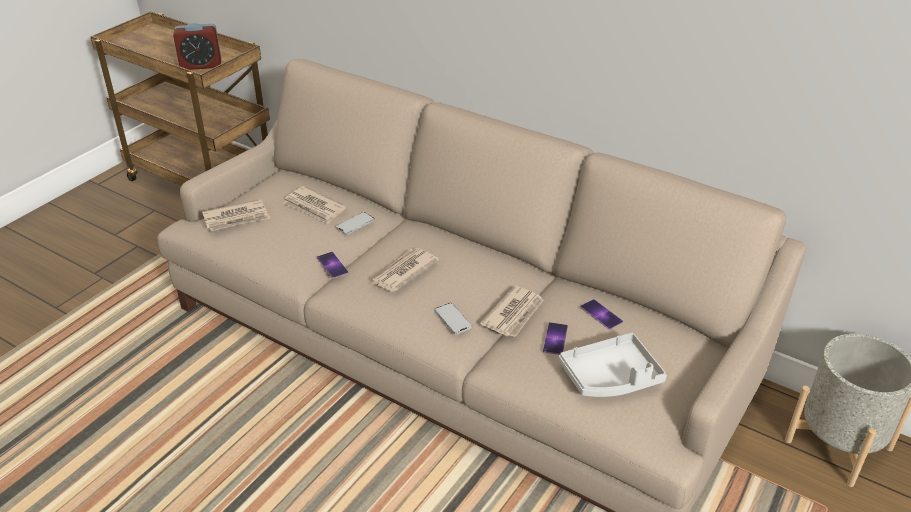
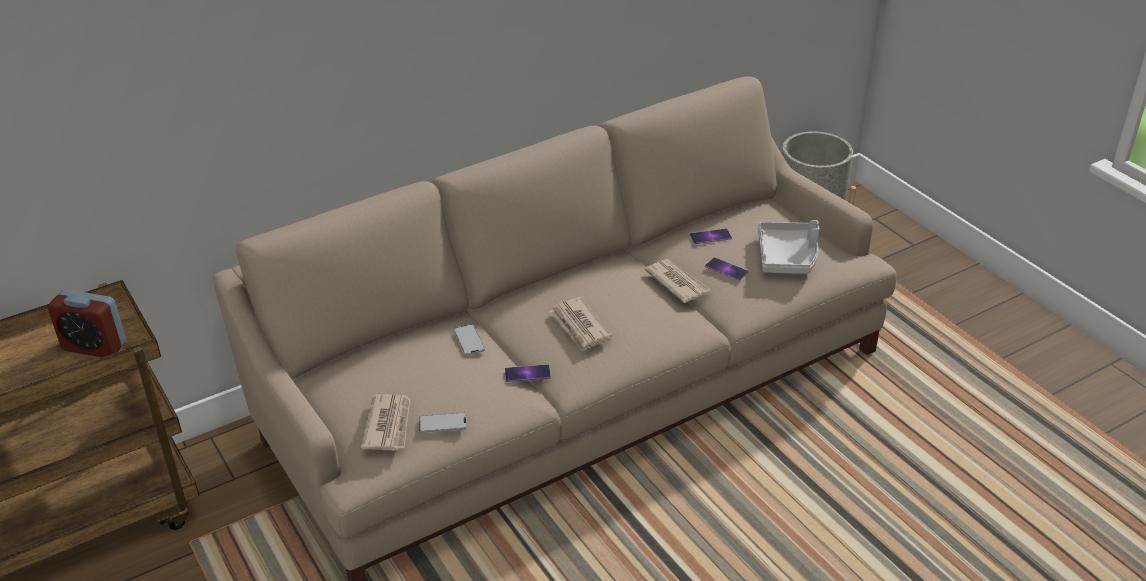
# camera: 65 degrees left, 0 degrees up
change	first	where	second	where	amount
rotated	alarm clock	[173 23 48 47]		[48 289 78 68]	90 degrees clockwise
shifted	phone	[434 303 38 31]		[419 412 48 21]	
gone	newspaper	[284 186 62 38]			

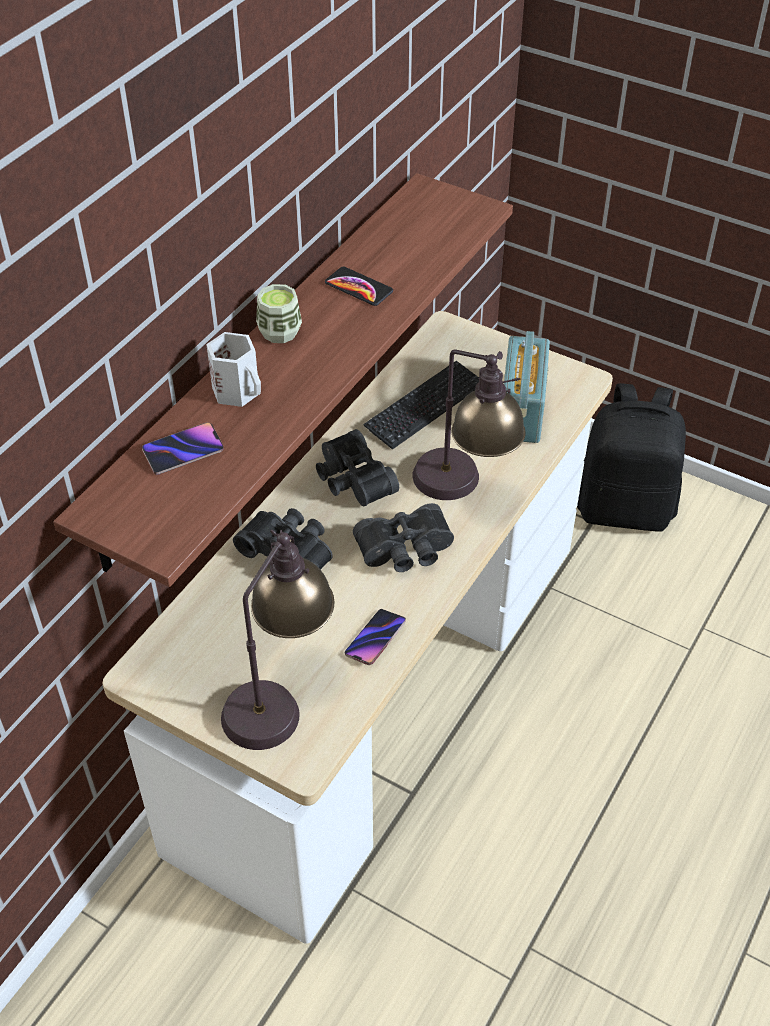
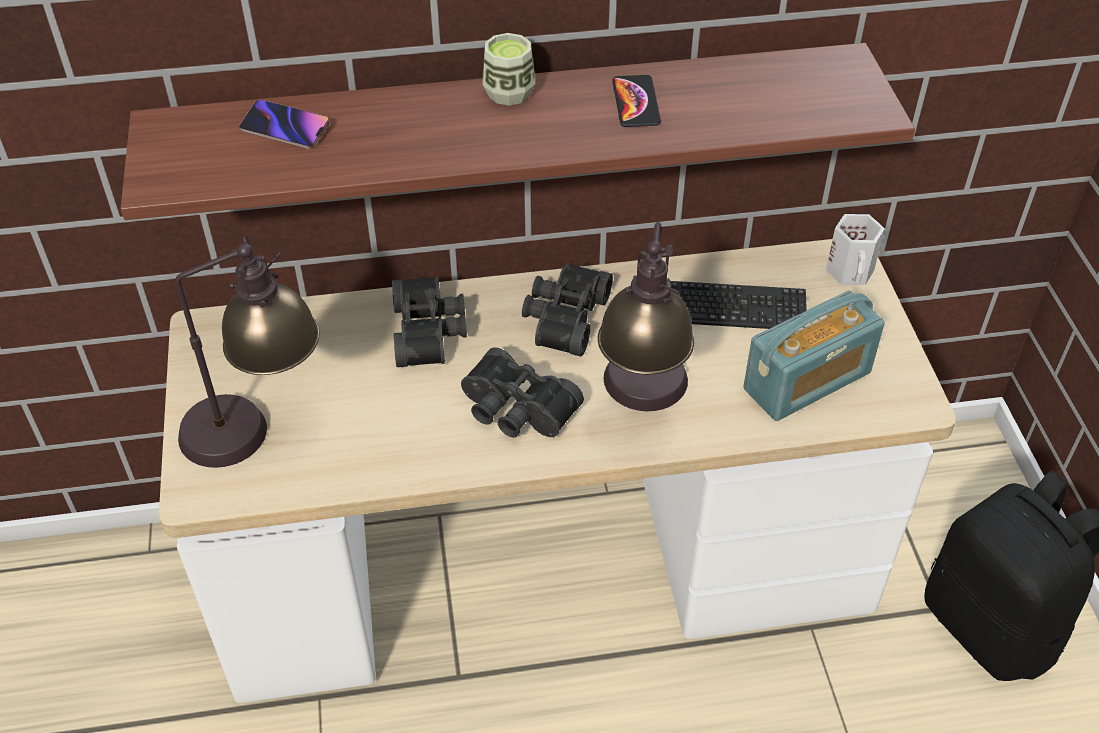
# camera: 50 degrees right, 0 degrees up
change	first	where	second	where	amount
shifted	white mug	[206 332 55 75]		[826 214 59 71]	
gone	phone	[345 609 61 56]			

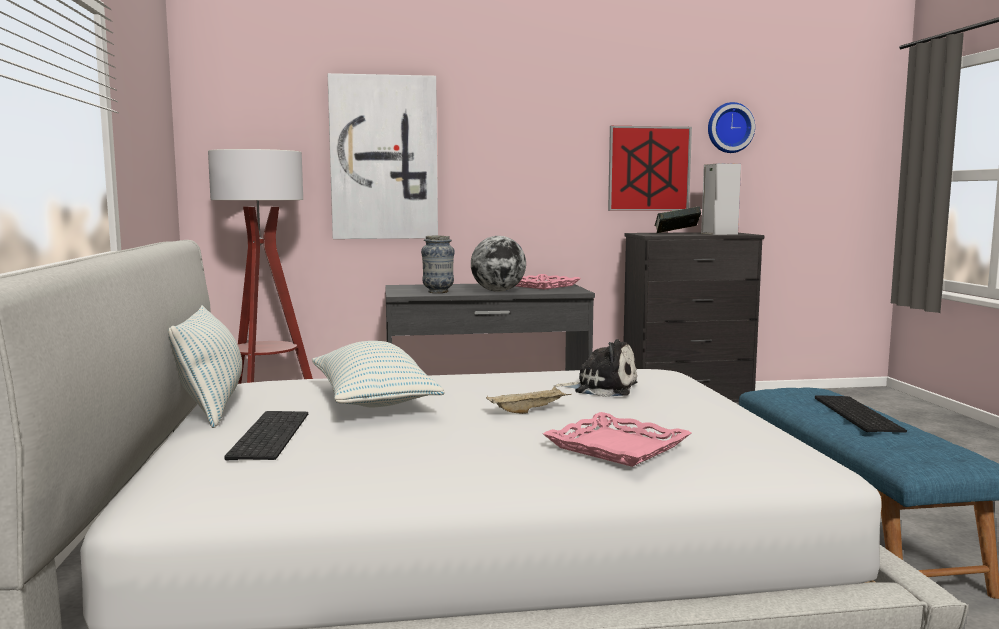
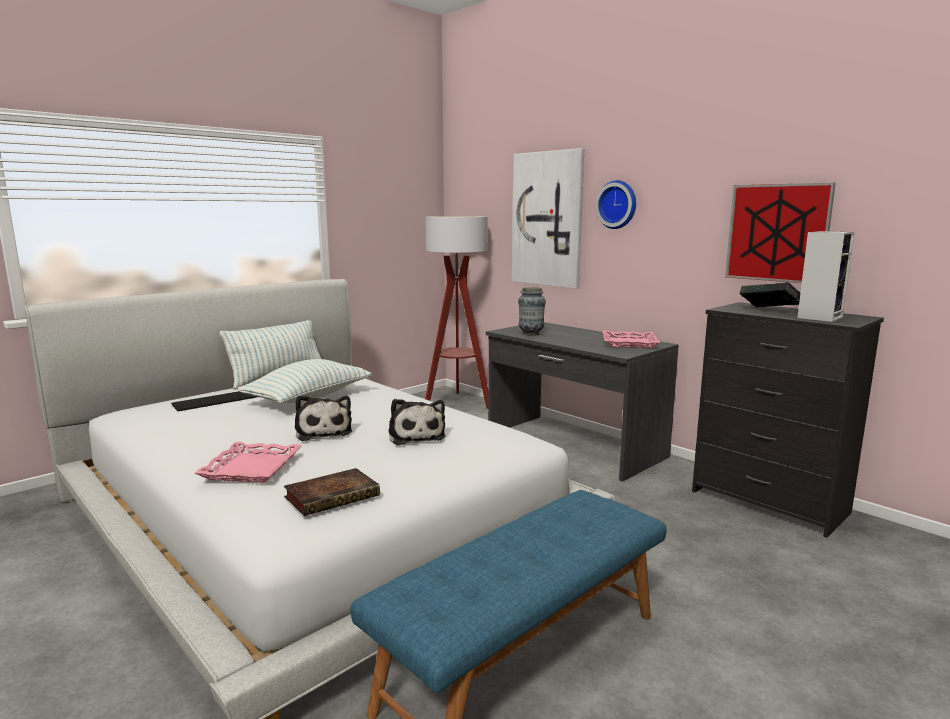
# camera: 55 degrees right, 5 degrees up
change	first	where	second	where	amount
new			book	[284 468 96 48]	
swapped	beige tray	[486 386 85 28]	plush toy	[295 395 57 46]	
shifted	wall clock	[708 102 47 51]		[595 180 41 49]	
gone	globe	[471 236 55 56]			
gone	keyboard	[815 395 92 38]			

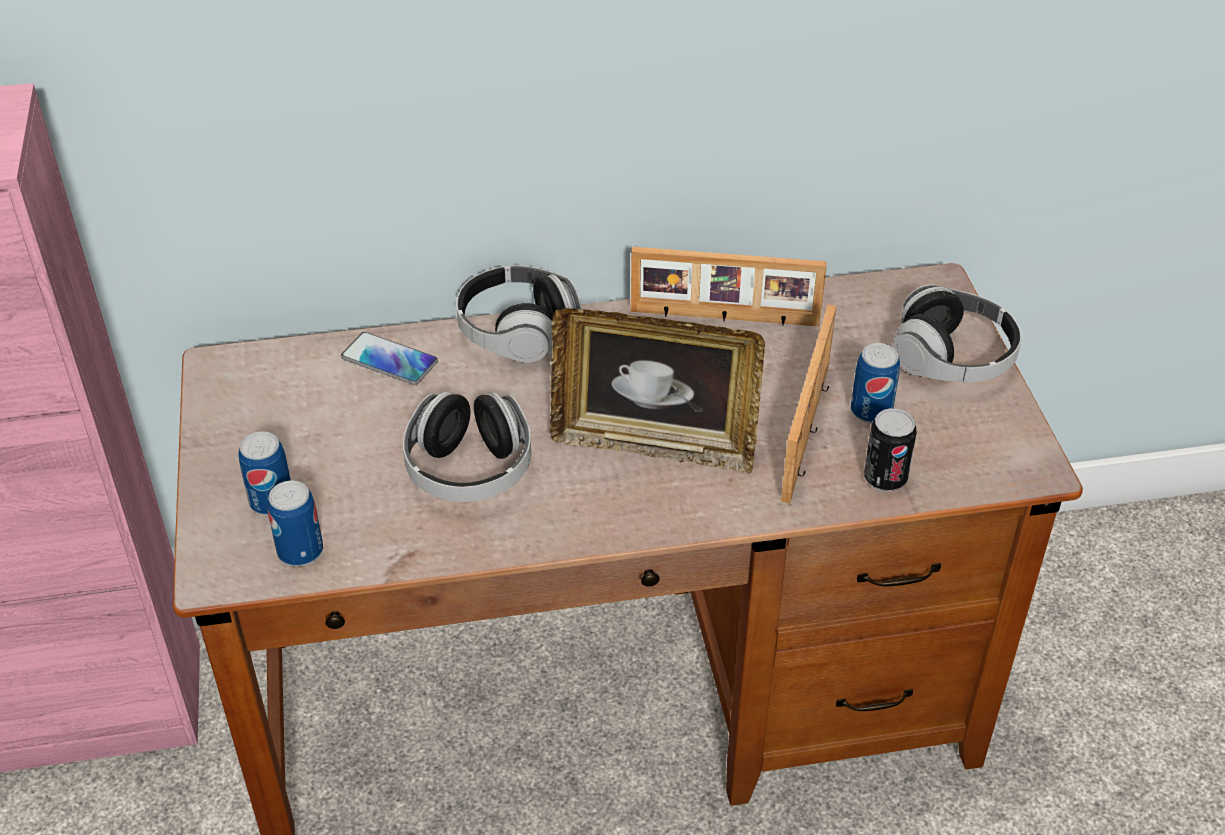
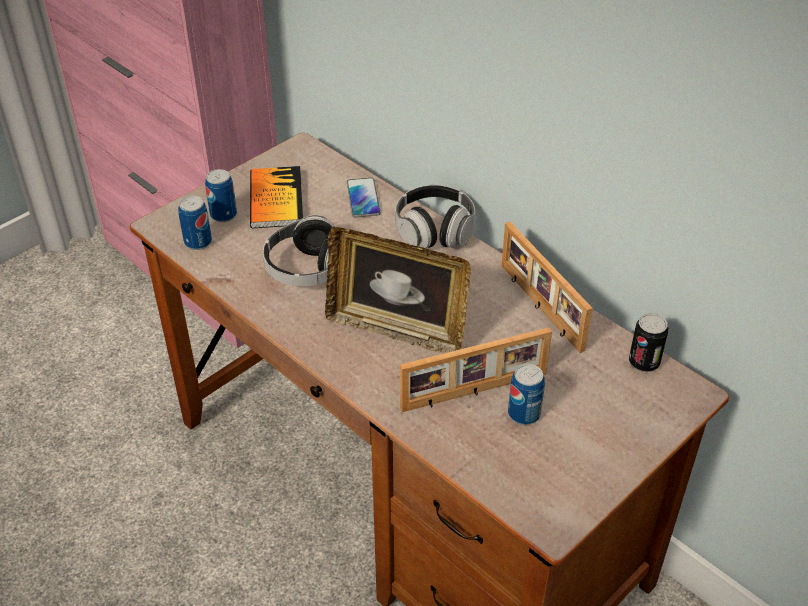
# camera: 55 degrees right, 0 degrees up
change	first	where	second	where	amount
new			book	[250 166 53 62]	
rotated	picture frame	[550 308 215 166]		[325 227 146 127]	45 degrees counterclockwise
shifted	can	[864 408 53 84]		[629 313 39 59]	
gone	headphones	[893 284 129 98]			

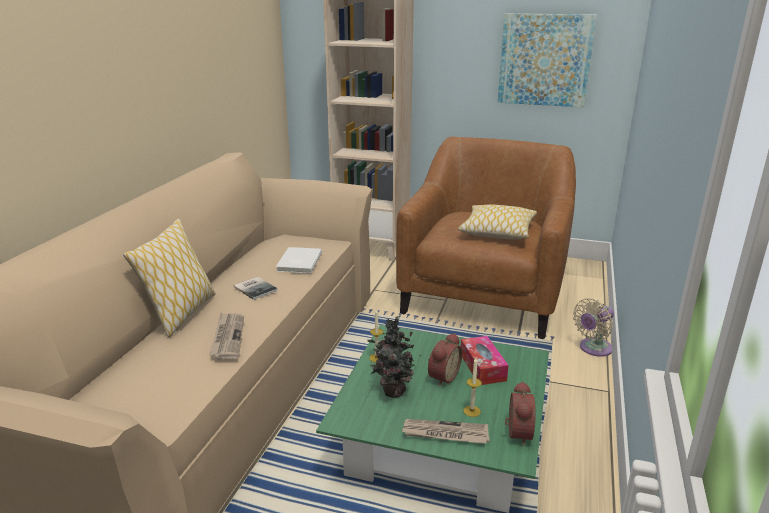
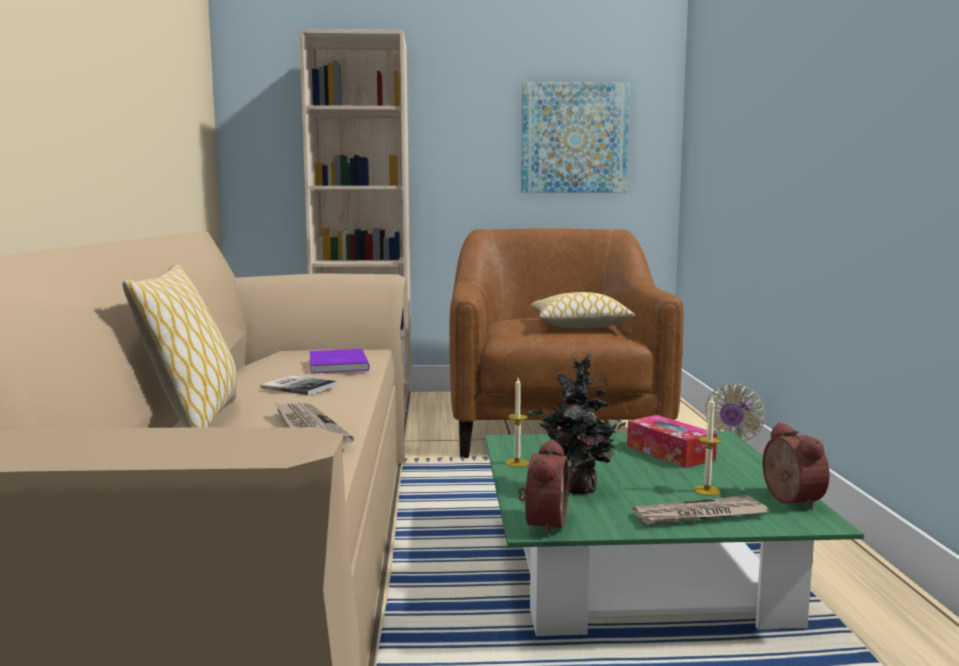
# camera: 20 degrees left, 15 degrees down
change	first	where	second	where	amount
repainted	white book	[276 247 46 26]	purple book	[310 349 60 25]	
shifted	alarm clock	[428 333 34 53]		[518 439 51 97]	

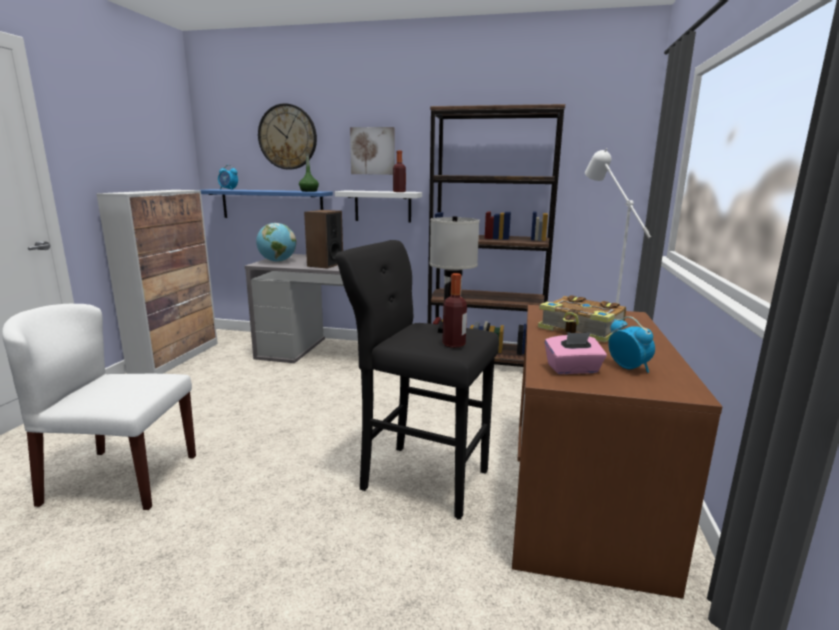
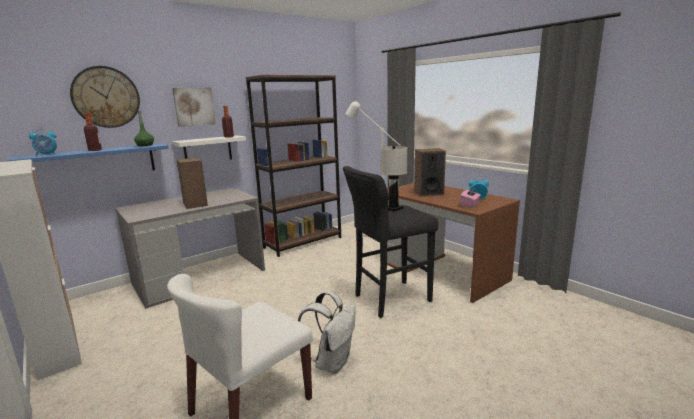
# camera: 50 degrees left, 0 degrees up
change	first	where	second	where	amount
shifted	bottle	[442 273 25 75]		[84 113 18 38]	
new			white backpack	[298 291 58 83]	
swapped	book	[538 295 88 47]	speaker	[414 148 32 48]	
gone	globe	[256 223 40 39]			

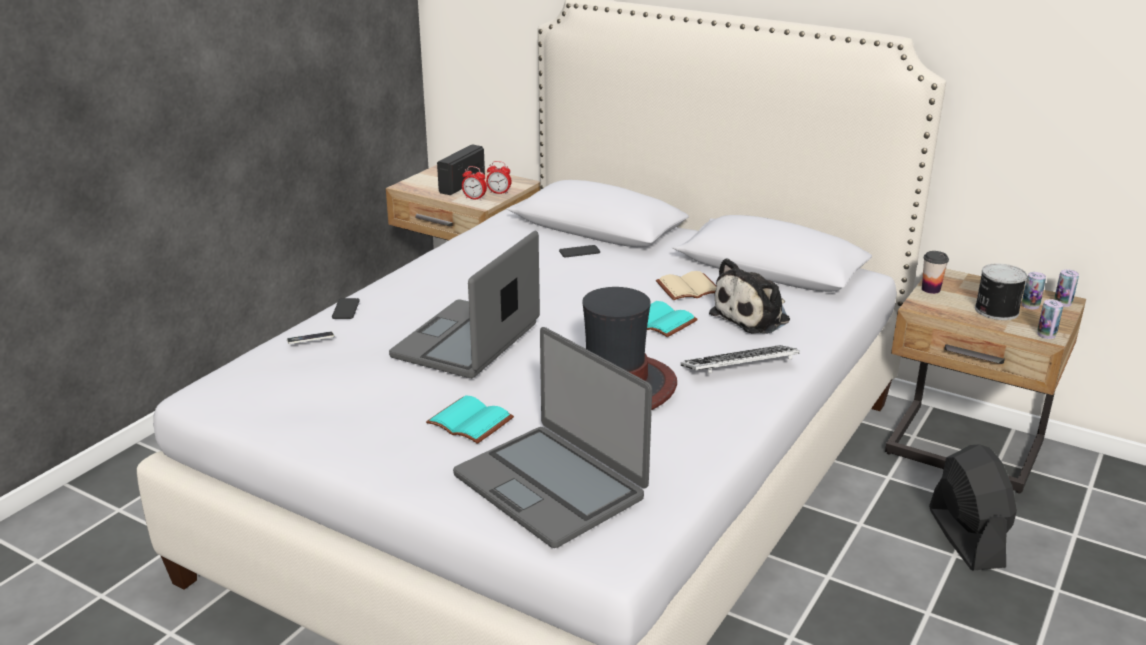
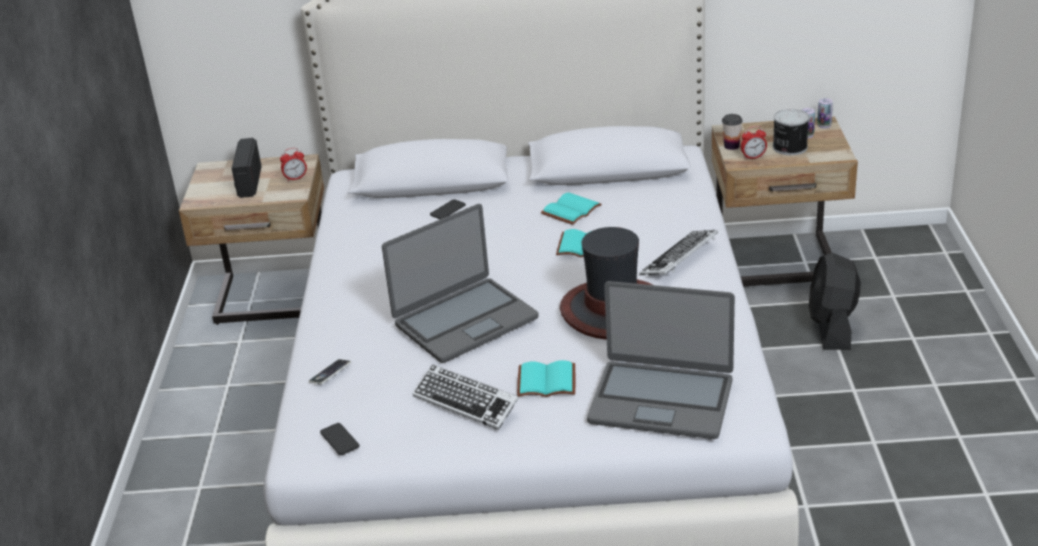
# camera: 30 degrees left, 5 degrees up
change	first	where	second	where	amount
shifted	phone	[332 298 28 21]		[320 423 40 32]	
rotated	laptop	[389 231 151 147]		[382 204 157 159]	120 degrees counterclockwise
new			keyboard	[412 364 107 66]	
repainted	beige book	[656 271 60 29]	turquoise book	[541 192 61 33]	
shifted	alarm clock	[462 166 25 34]		[741 126 26 34]	
rotated	black fan	[929 444 88 127]		[809 253 52 97]	135 degrees counterclockwise
gone	plush toy	[709 258 81 76]			
gone	can	[1037 299 26 40]			

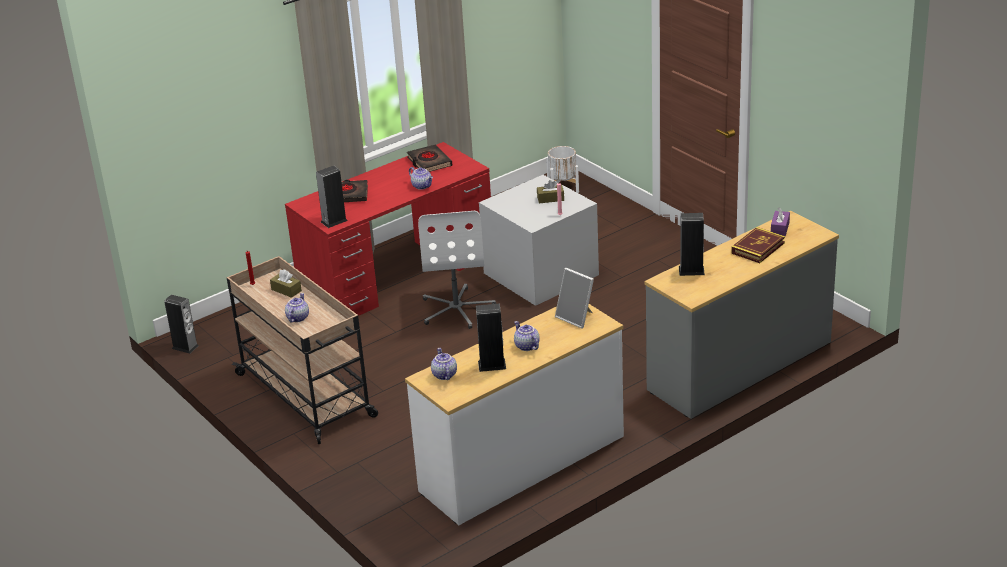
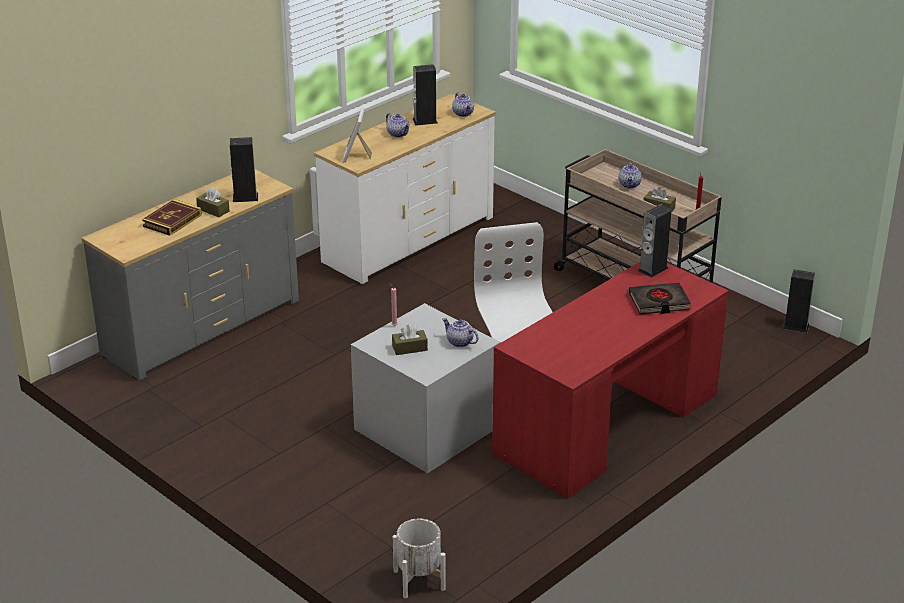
# camera: 170 degrees right, 0 degrees up
change	first	where	second	where	amount
new			brown tissue box	[196 187 34 30]	
rotated	picture frame	[555 268 39 61]		[343 108 29 55]	120 degrees counterclockwise
shifted	teapot	[409 167 24 23]		[442 318 37 29]	
gone	black book	[407 145 45 27]			
gone	purple tissue box	[771 207 19 29]			

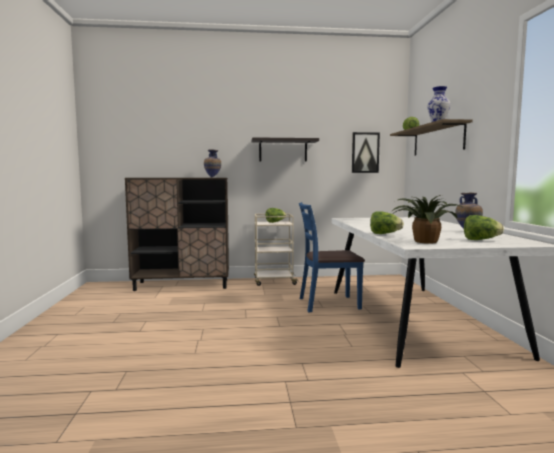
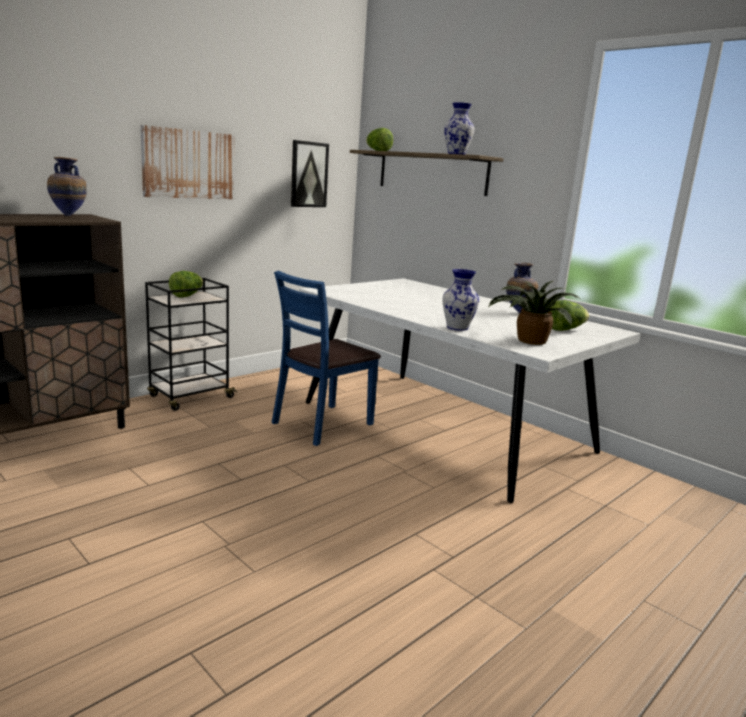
# camera: 40 degrees left, 10 degrees up
change	first	where	second	where	amount
swapped	shelf	[251 137 68 25]	picture	[140 125 94 74]	
repainted	beige cart	[254 214 45 72]	black cart	[145 278 92 133]	
swapped	lettuce	[370 211 34 23]	vase	[442 269 37 62]	

